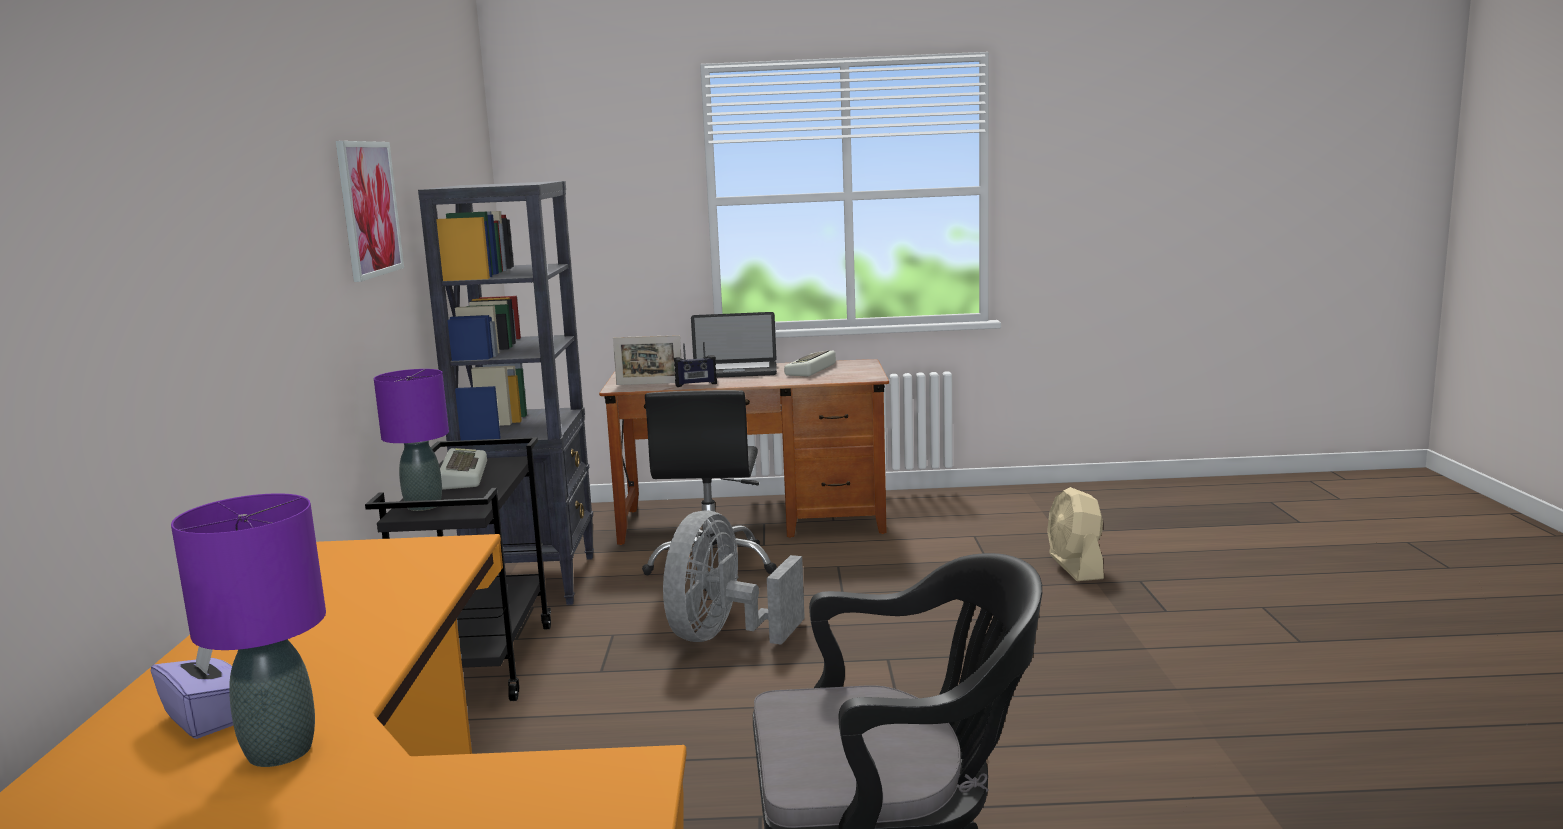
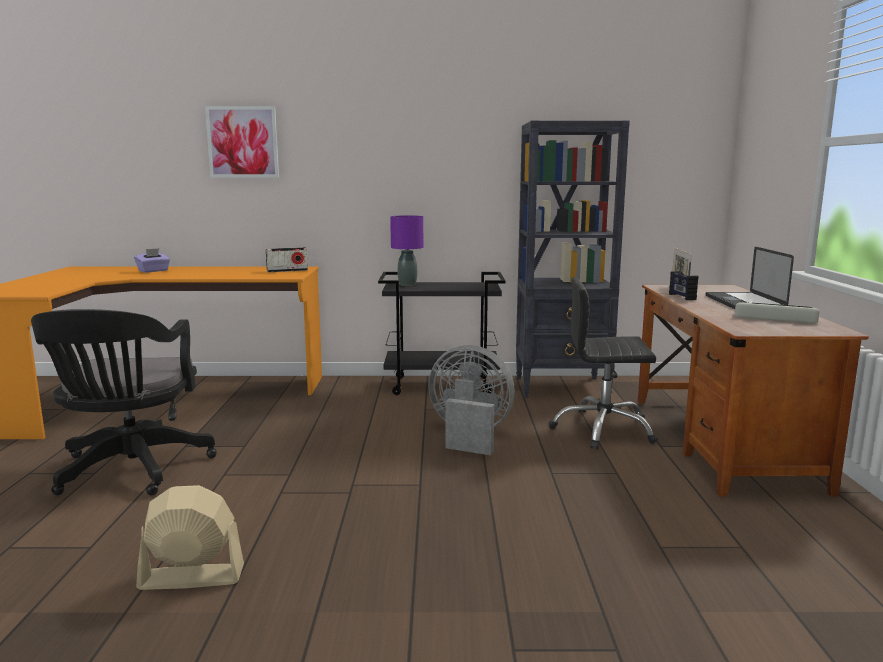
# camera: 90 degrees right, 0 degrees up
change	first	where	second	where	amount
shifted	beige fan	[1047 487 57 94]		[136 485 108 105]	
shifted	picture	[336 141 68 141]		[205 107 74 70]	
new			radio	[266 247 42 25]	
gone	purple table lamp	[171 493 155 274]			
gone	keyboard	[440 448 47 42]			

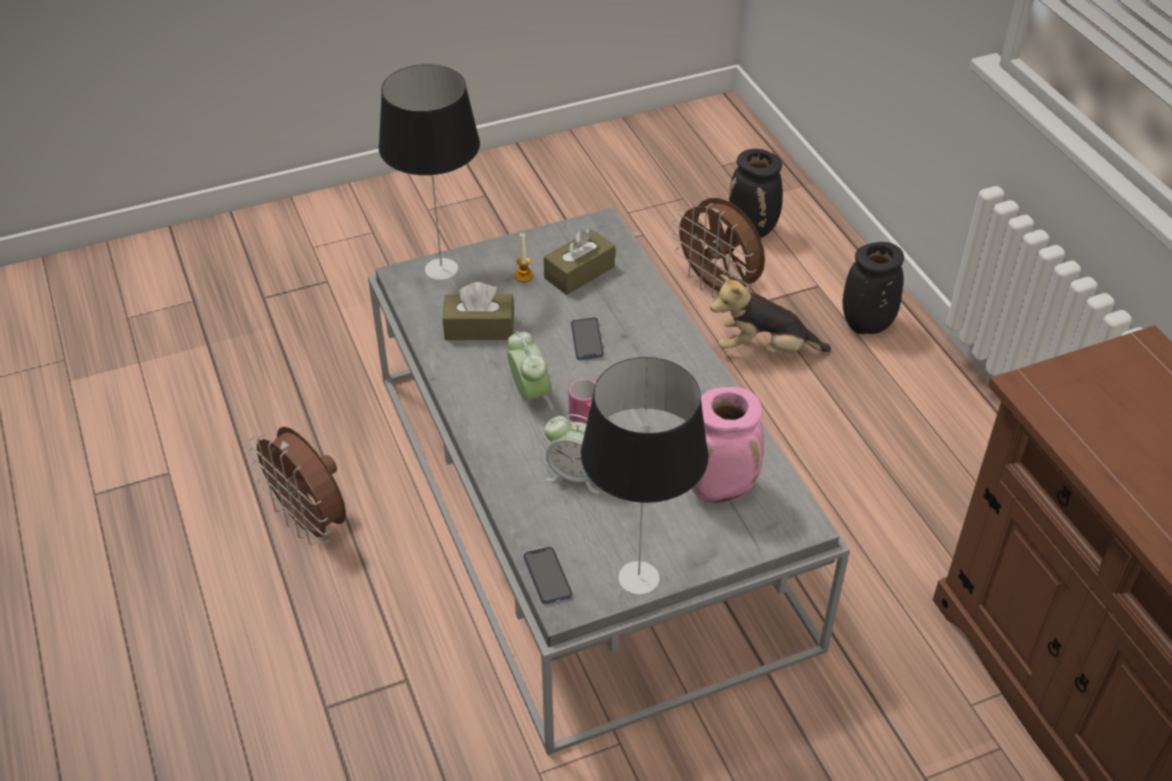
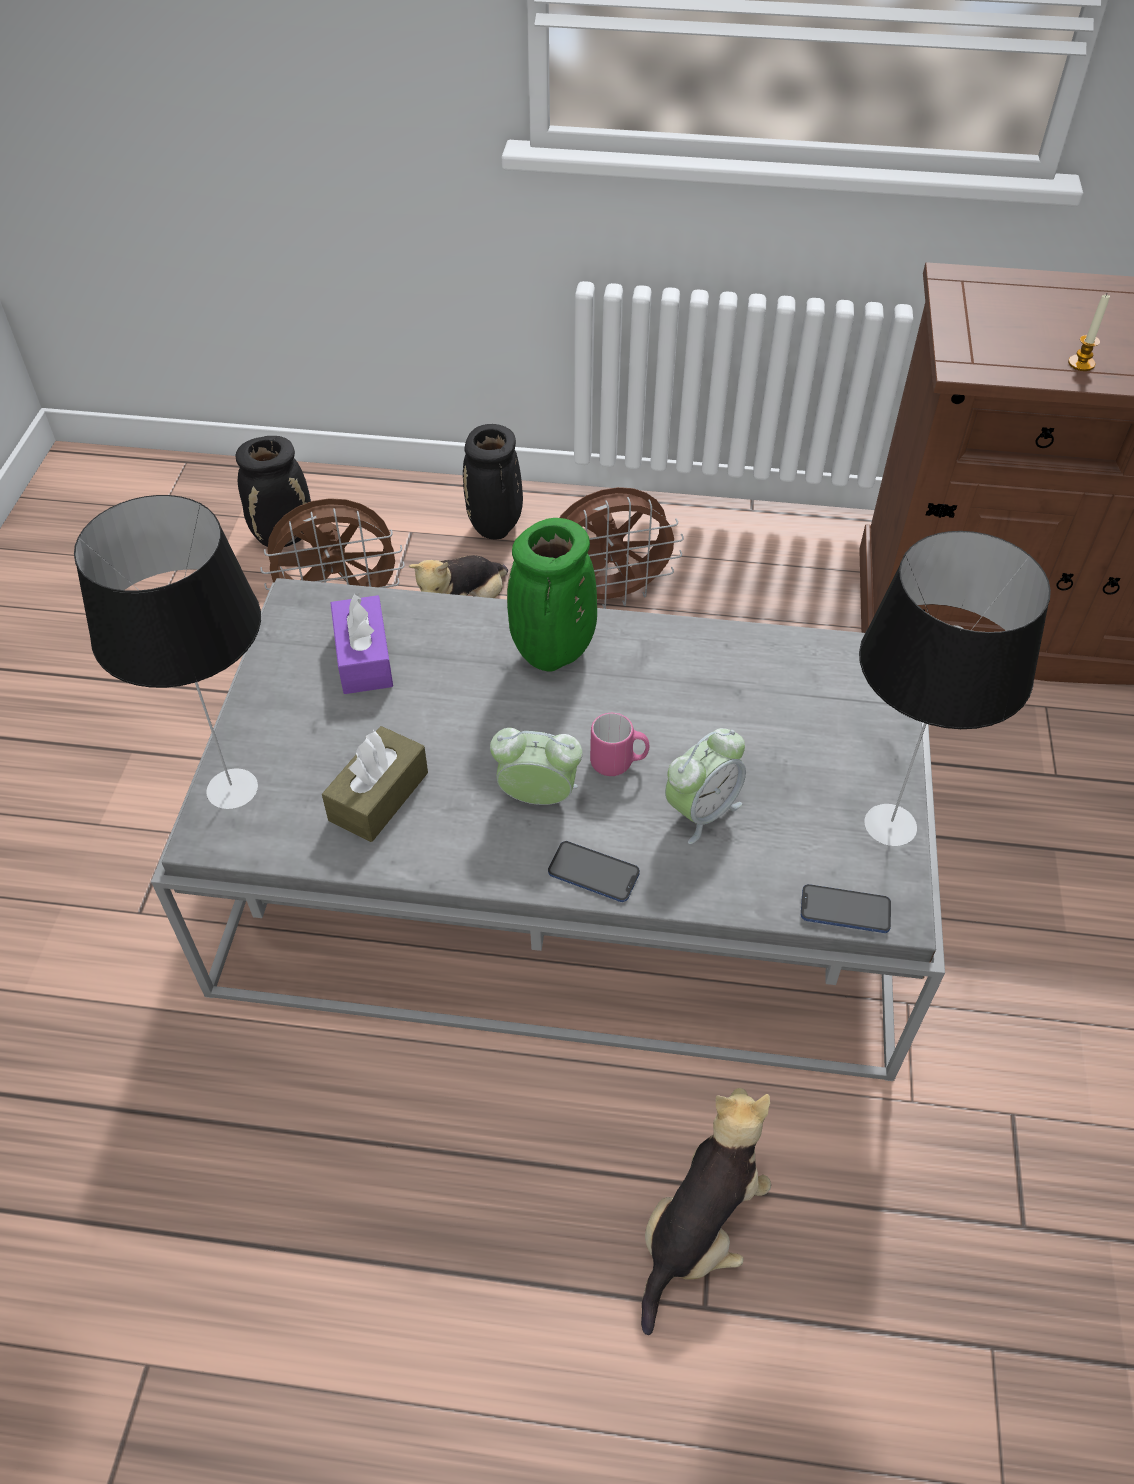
# camera: 60 degrees left, 5 degrees up
change	first	where	second	where	amount
repainted	brown tissue box	[544 228 71 67]	purple tissue box	[331 593 62 101]	
new			green vase	[507 518 90 153]	
shifted	phone	[571 318 33 42]		[548 841 92 61]	
shifted	brown fan	[247 426 99 119]		[559 487 125 122]	
new			plush toy	[641 1088 130 247]	
shifted	candle	[515 233 18 49]		[1068 294 42 77]	
gone	pink vase	[691 387 73 116]			

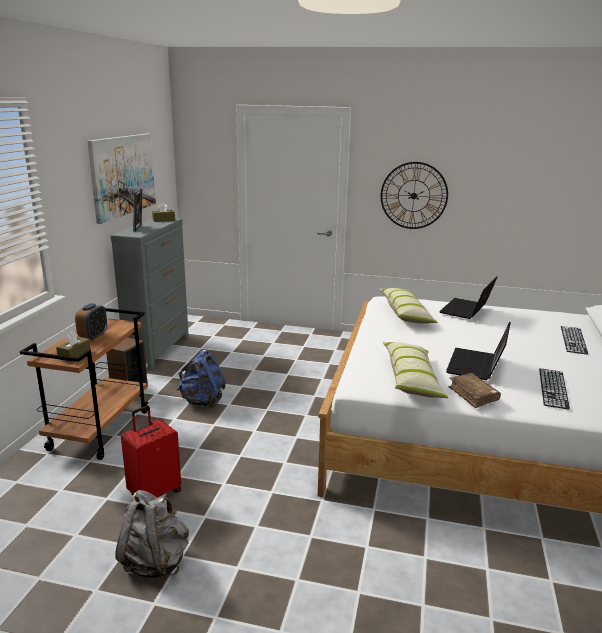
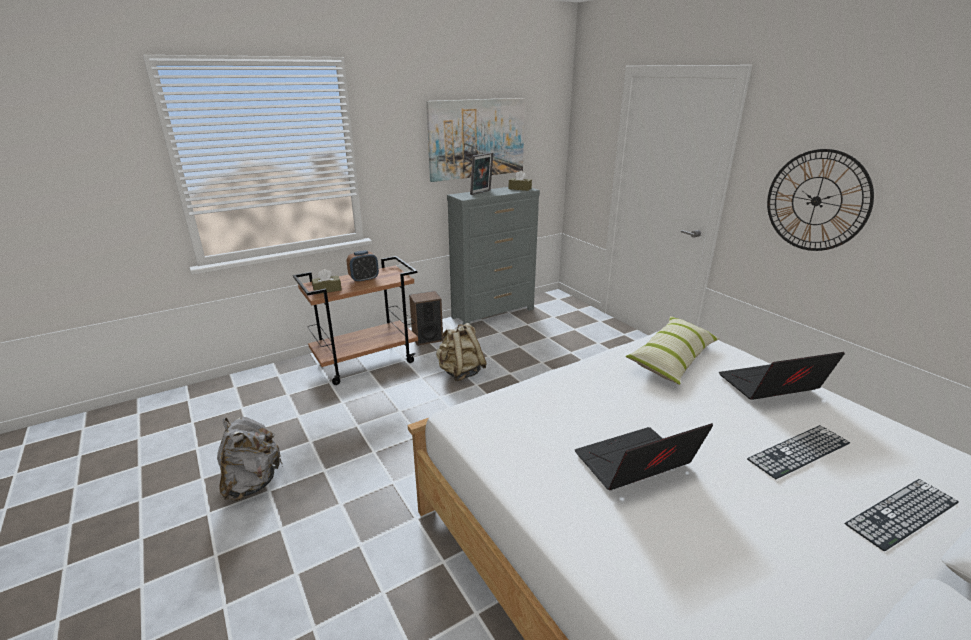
# camera: 45 degrees right, 5 degrees up
change	first	where	second	where	amount
repainted	blue backpack	[176 349 50 59]	beige backpack	[436 323 51 58]	
shifted	keyboard	[539 368 31 42]		[747 425 103 54]	
gone	red suitcase	[121 406 60 91]			
gone	pillow	[383 342 65 56]			
gone	brown book	[449 373 52 35]			

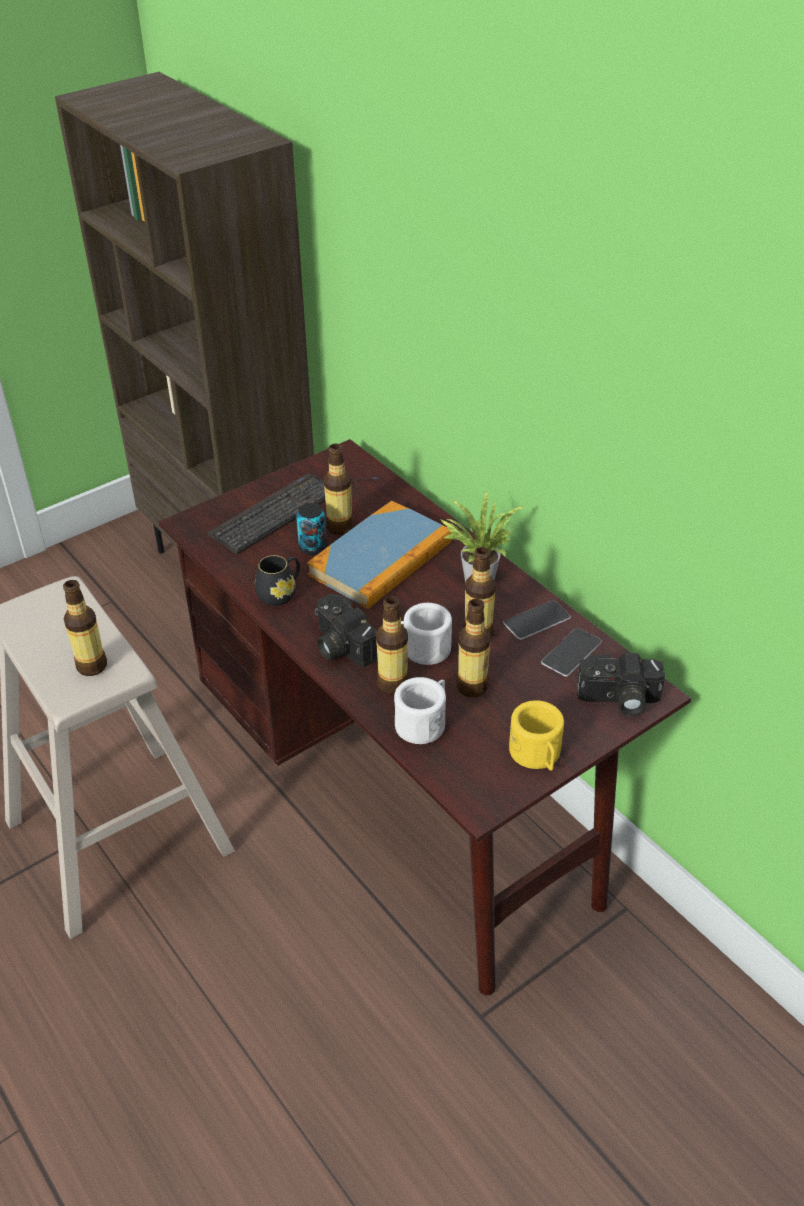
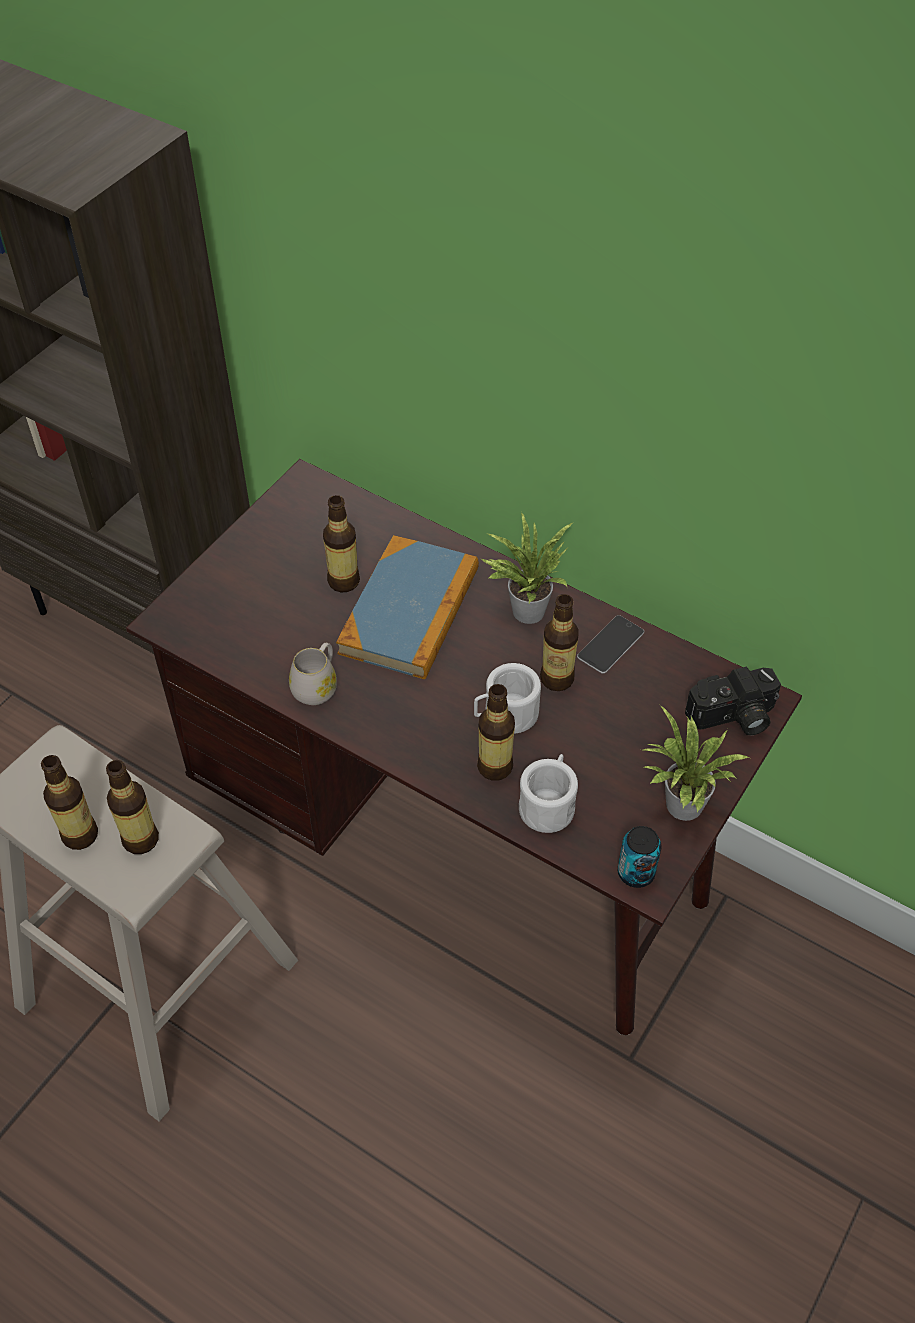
# camera: 20 degrees left, 10 degrees up
change	first	where	second	where	amount
shifted	bottle	[457 599 34 98]		[41 755 57 95]	
repainted	black mug	[255 555 45 51]	white mug	[289 643 48 62]	
shifted	can	[296 503 31 52]		[618 826 43 62]	
swapped	yellow mug	[509 700 55 71]	potted plant	[643 705 107 116]	
gone	keyboard	[207 470 171 85]			
gone	photo camera	[314 593 63 75]			
gone	phone	[541 628 61 49]			

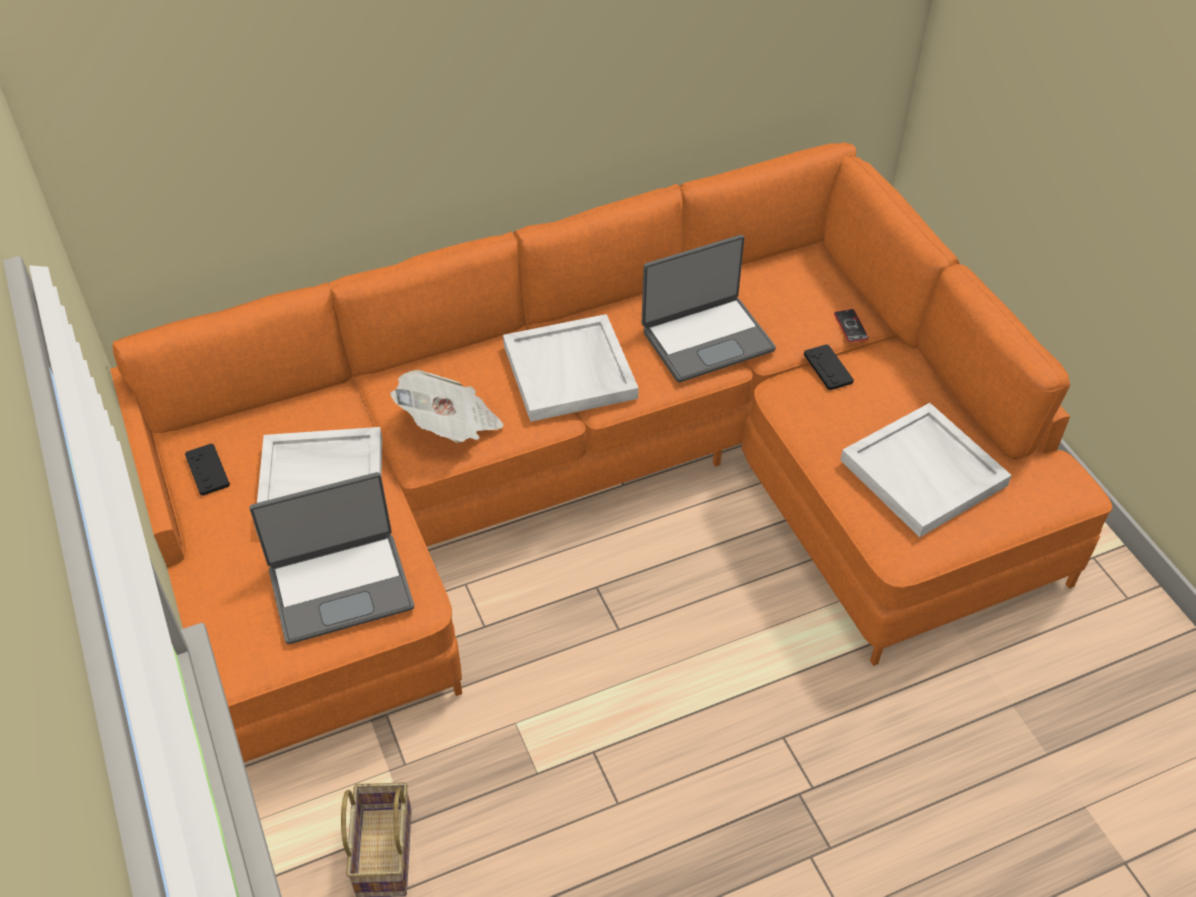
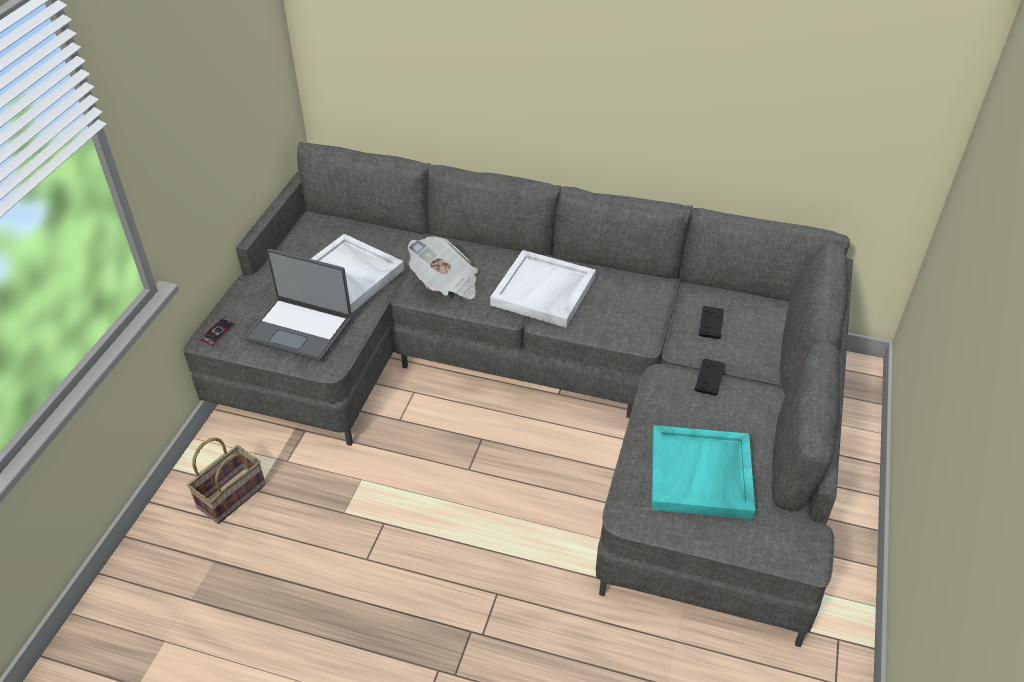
# camera: 40 degrees right, 5 degrees down
change	first	where	second	where	amount
repainted	orange sofa	[110 142 1002 620]	grey sofa	[183 142 670 505]	
shifted	phone	[834 309 35 33]		[199 319 35 26]	
repainted	white tray	[840 403 172 134]	turquoise tray	[651 425 104 94]	
shifted	black game controller	[185 443 45 53]		[699 306 25 33]	
gone	laptop	[642 235 134 148]			

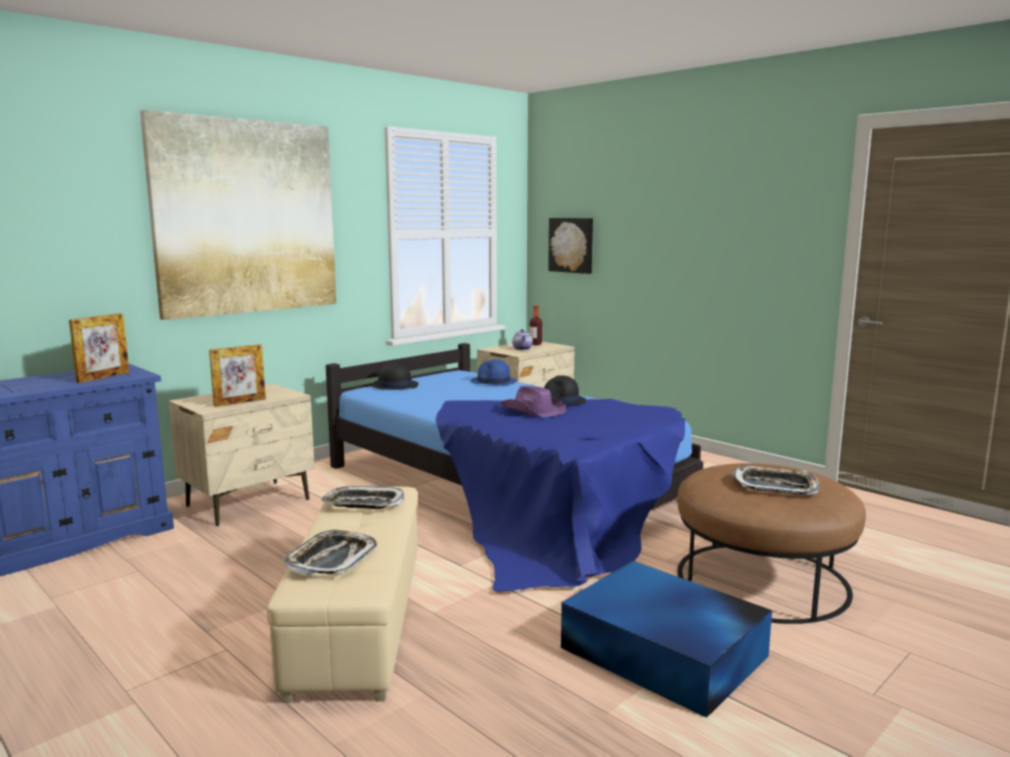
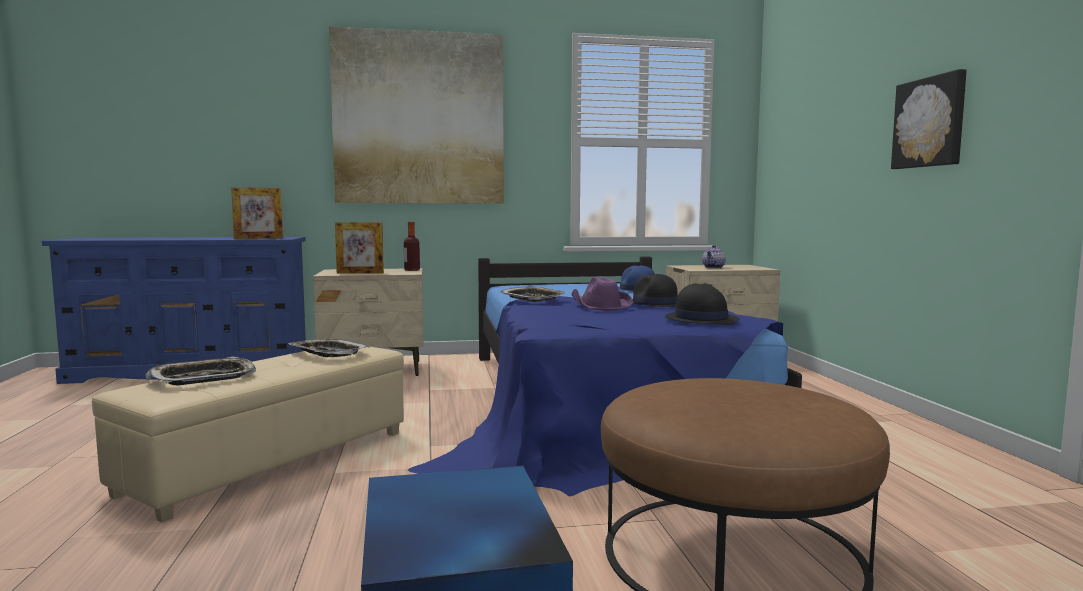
# camera: 35 degrees right, 5 degrees down
change	first	where	second	where	amount
shifted	bottle	[530 305 12 40]		[404 222 16 49]	
shifted	tray	[732 466 87 29]		[499 286 68 16]	
shifted	black hat	[371 362 48 28]		[665 283 74 42]	
shifted	picture	[548 218 45 56]		[891 69 76 100]	

